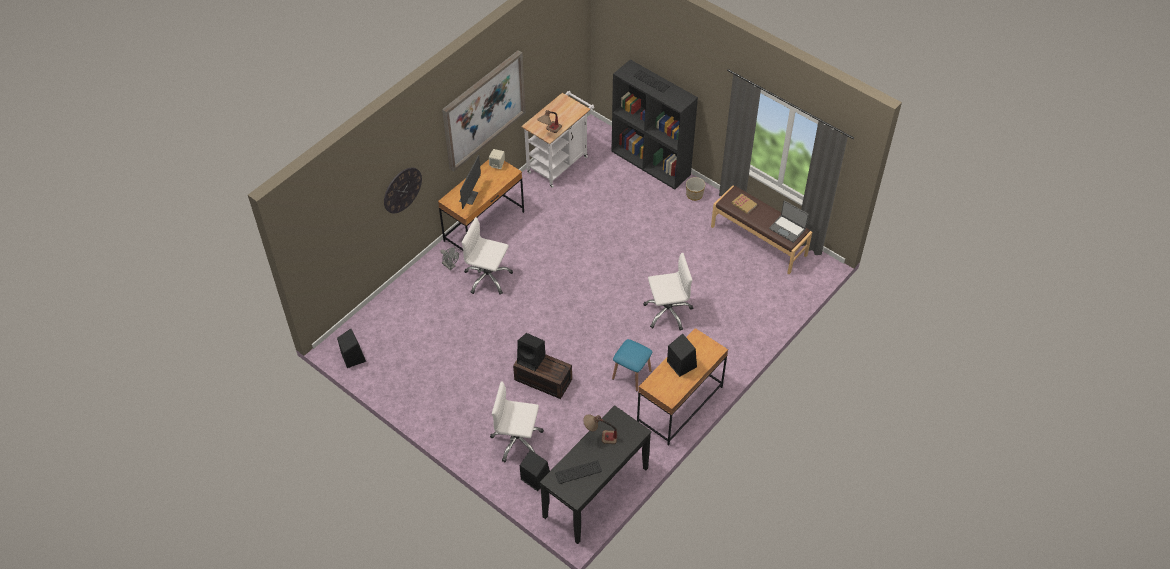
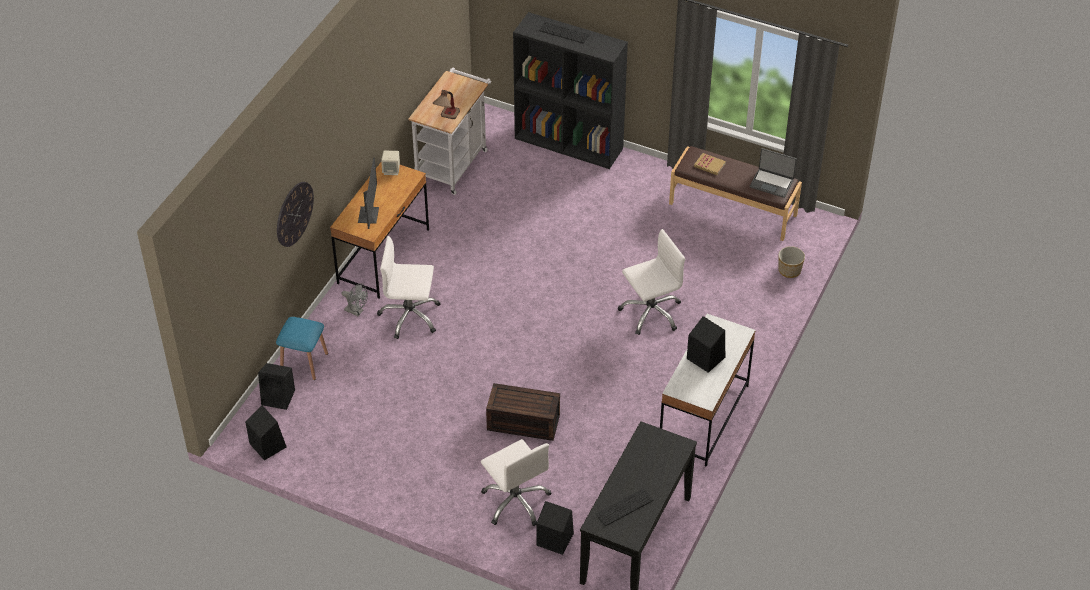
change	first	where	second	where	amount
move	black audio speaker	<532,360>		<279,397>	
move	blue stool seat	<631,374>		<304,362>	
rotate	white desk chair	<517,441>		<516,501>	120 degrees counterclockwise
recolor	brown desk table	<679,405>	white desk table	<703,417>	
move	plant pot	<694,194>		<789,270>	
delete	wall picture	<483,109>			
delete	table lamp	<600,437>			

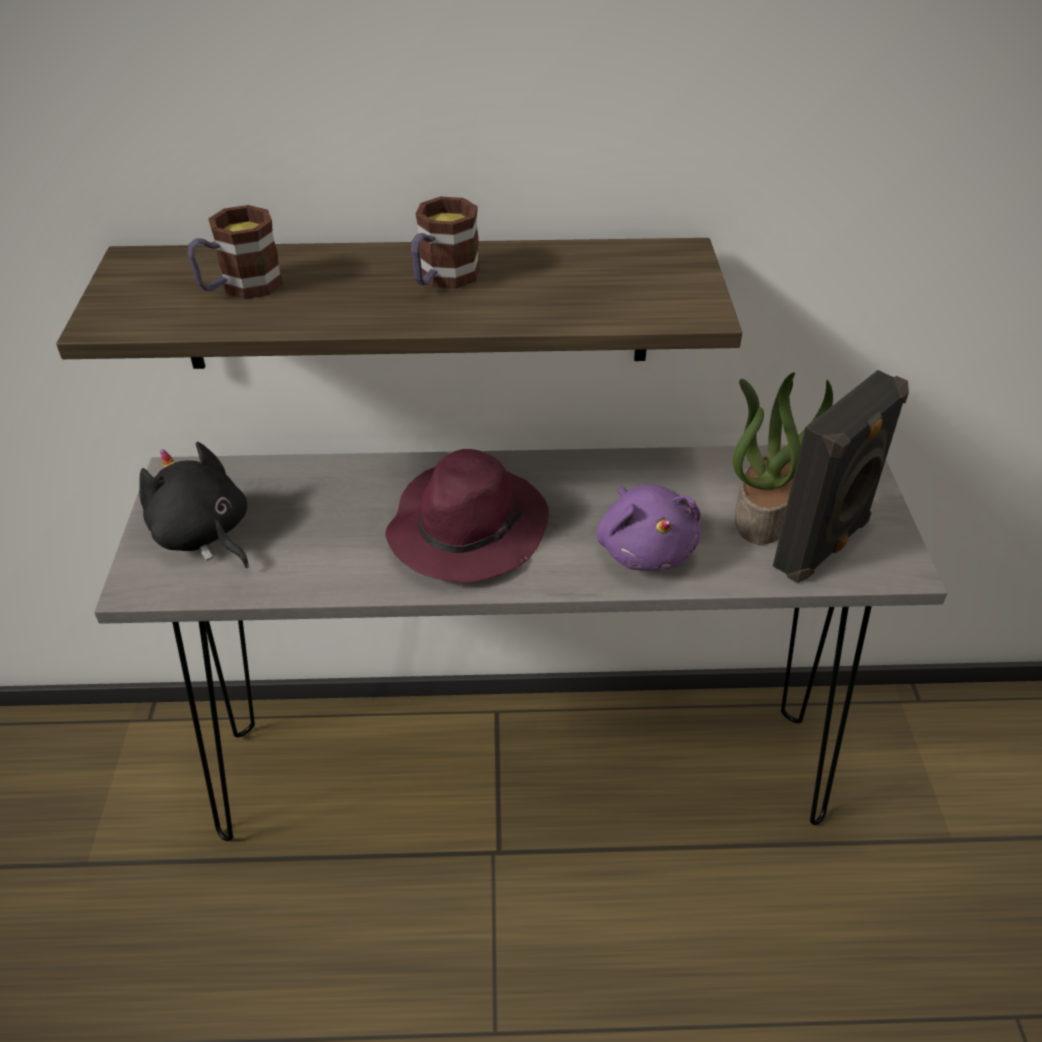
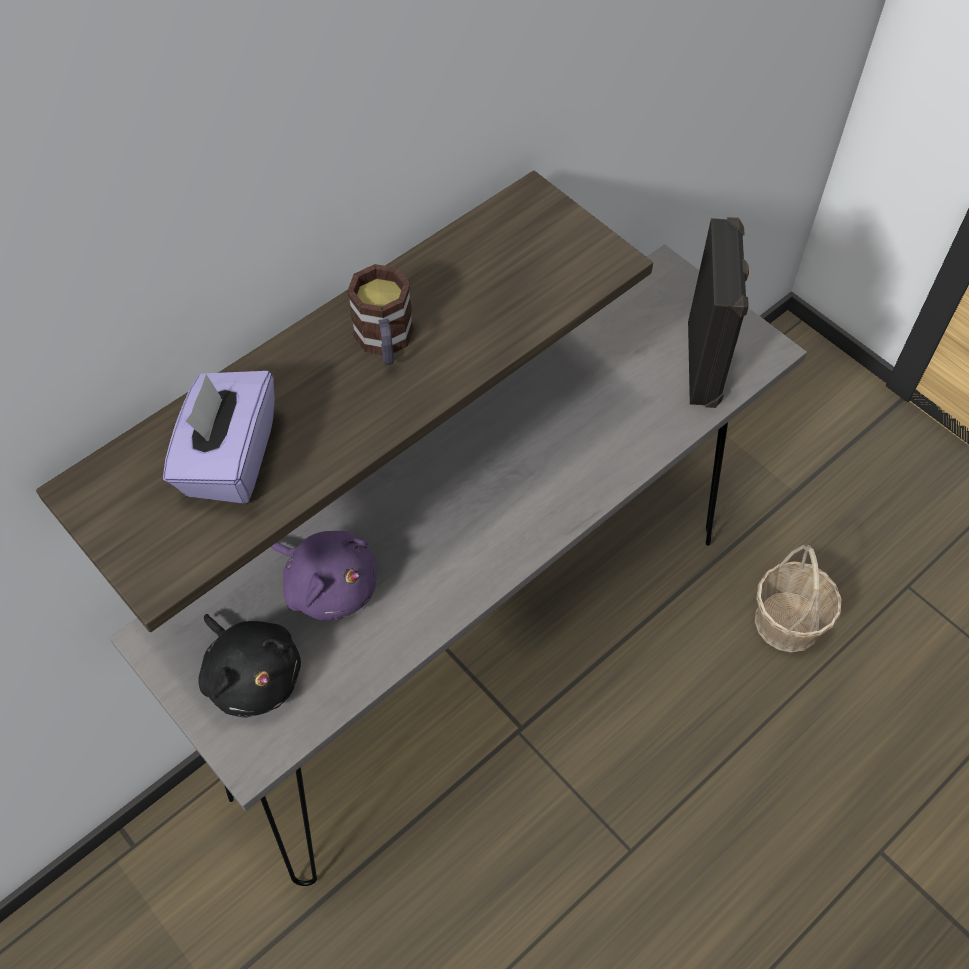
change	first	where	second	where	amount
replace	coffee mug	<240,288>	purple-coloured box of tissues	<229,459>	
rotate	black plush toy	<204,535>		<252,675>	135 degrees counterclockwise
move	purple-coloured plush toy	<645,548>		<328,585>	
insert			basket	<788,621>	
delete	purple-coloured hat	<467,528>			
delete	potted plant	<763,513>			

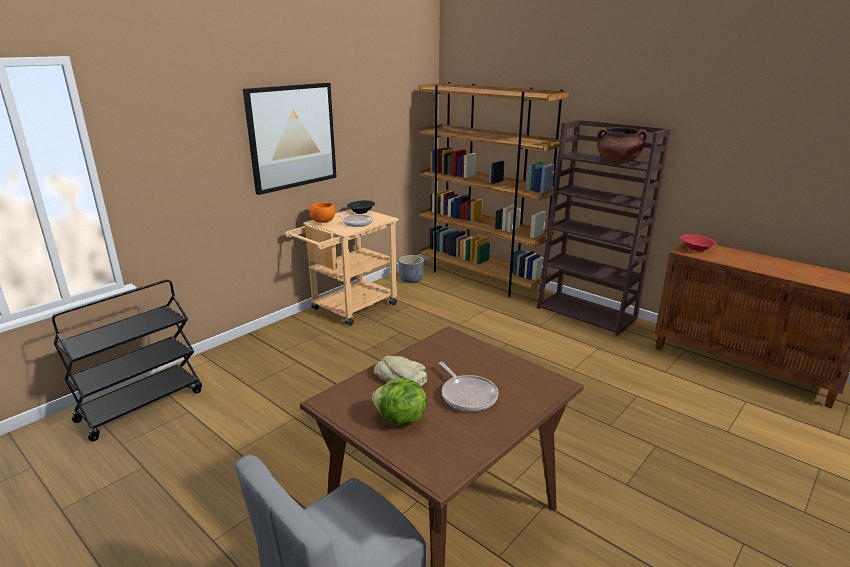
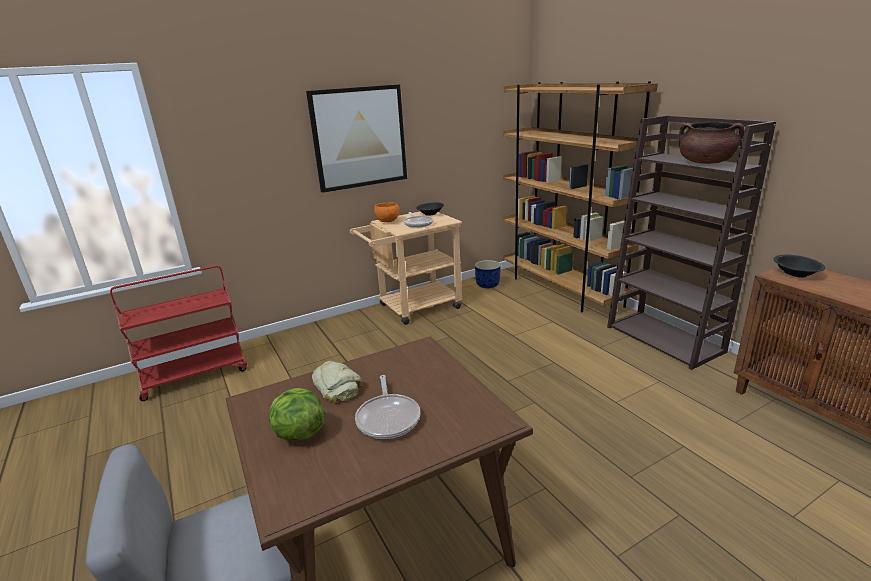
change	first	where	second	where	amount
recolor	black trolley	<141,405>	red trolley	<195,375>	
recolor	greyish plant pot	<411,279>	blue plant pot	<488,285>	
recolor	red serving bowl	<696,249>	black serving bowl	<795,274>	

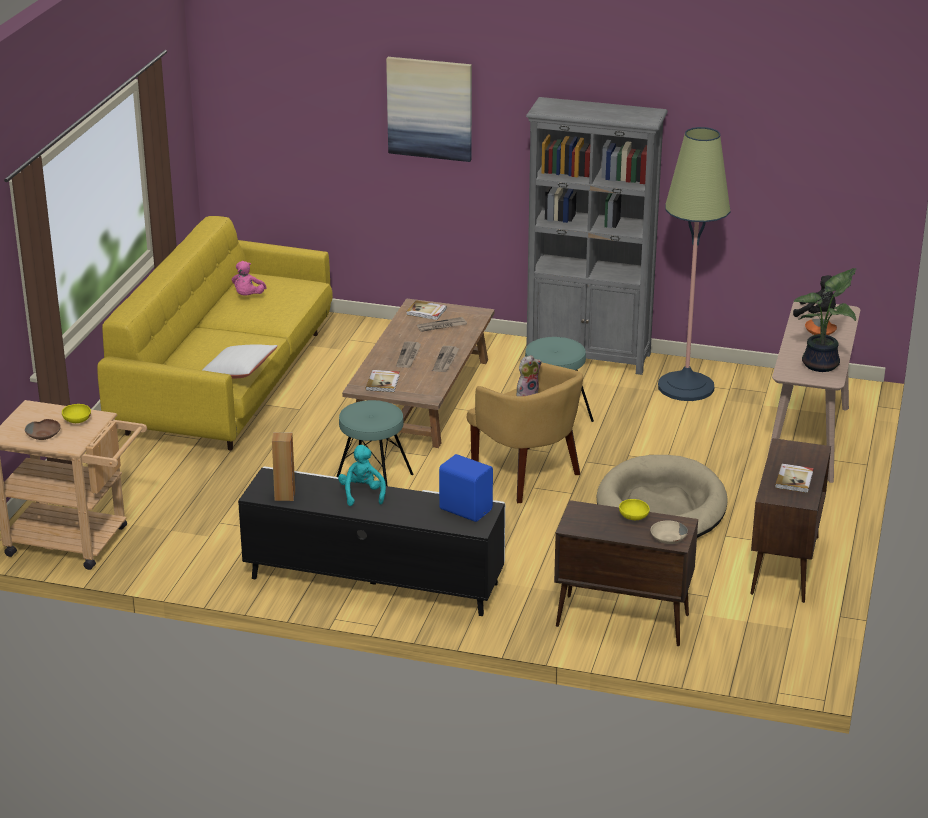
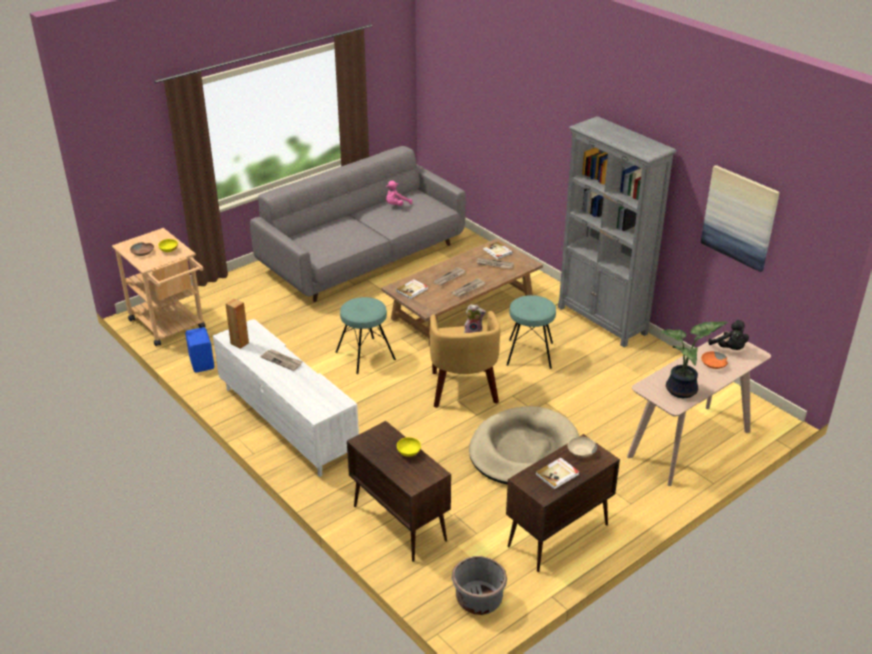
change	first	where	second	where	amount
move	blue audio speaker	<465,509>		<202,362>	
recolor	black tv unit	<374,581>	white tv unit	<288,422>	
recolor	yellow settee	<227,382>	greyish settee	<363,257>	
replace	turquoise plush toy	<362,494>	newspaper	<282,361>	
insert			greyish plant pot	<478,600>	
move	beige serving bowl	<668,538>		<581,451>	
move	wall picture	<430,108>		<740,217>	
delete	white pillow	<237,373>			
delete	standing lamp	<686,387>			

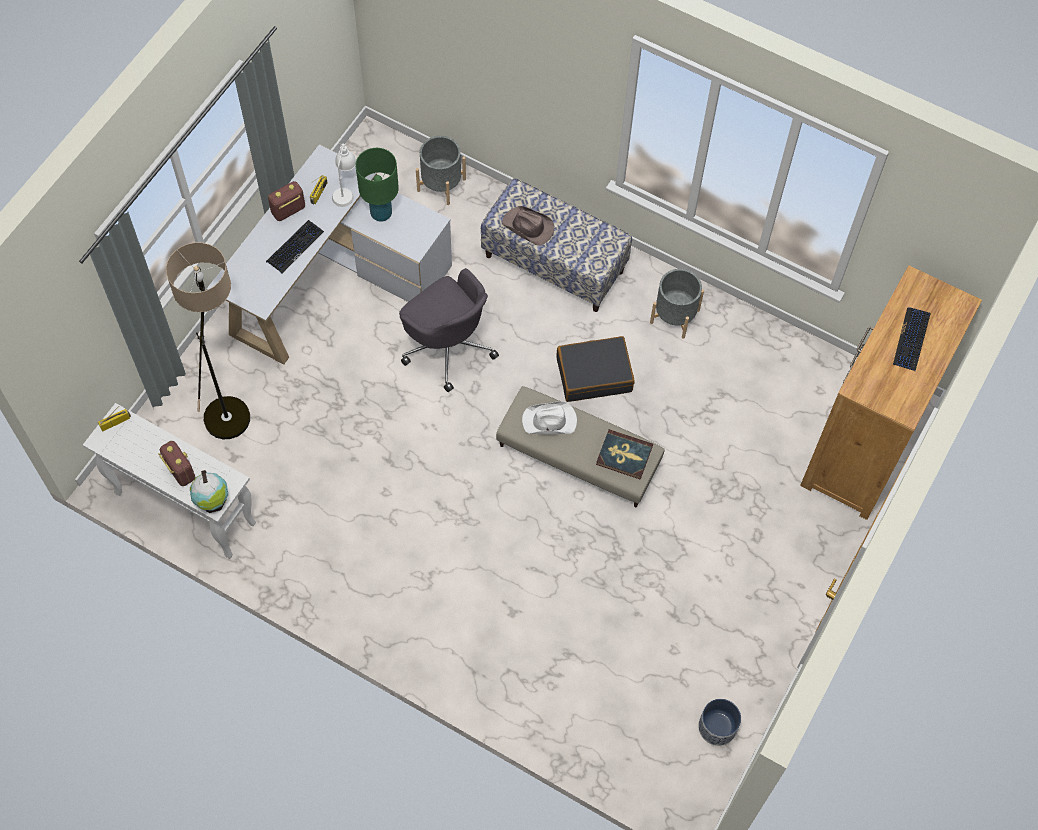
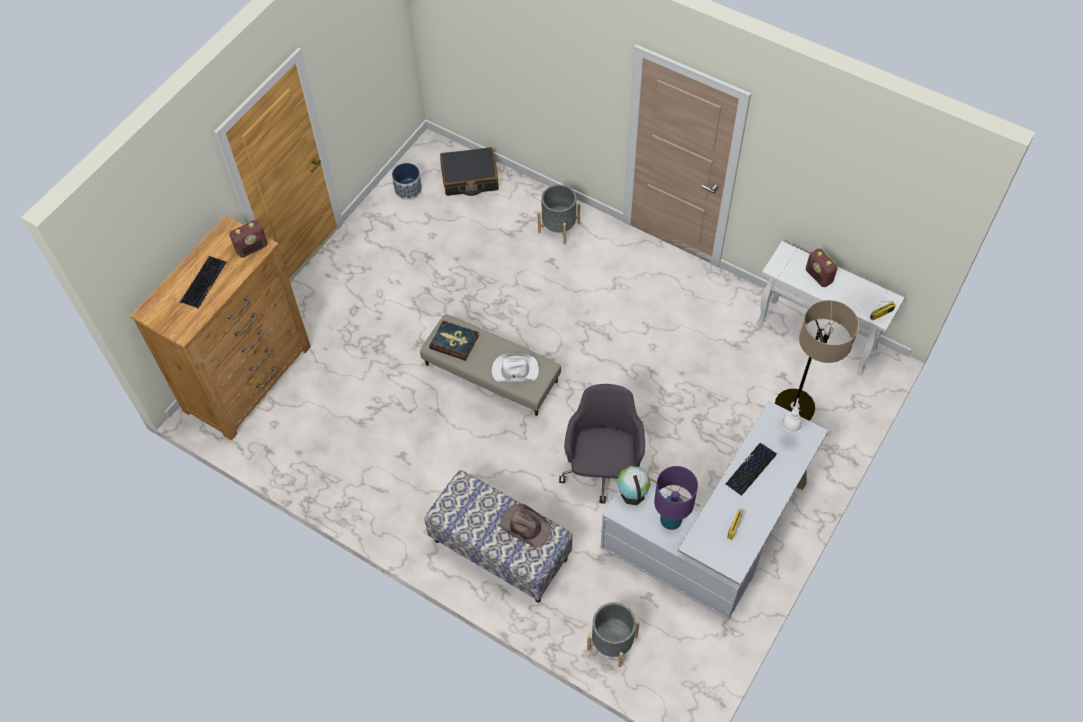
change	first	where	second	where	amount
move	radio receiver	<288,211>		<252,248>	
move	black travel case	<594,374>		<470,178>	
move	greyish plant pot	<674,316>		<559,227>	
rotate	greyish desk chair	<447,346>		<603,469>	45 degrees clockwise
move	globe	<213,502>		<632,493>	
recolor	greenish table lamp	<381,213>	purple-coloured table lamp	<671,520>	
move	white table lamp	<345,189>		<788,431>	

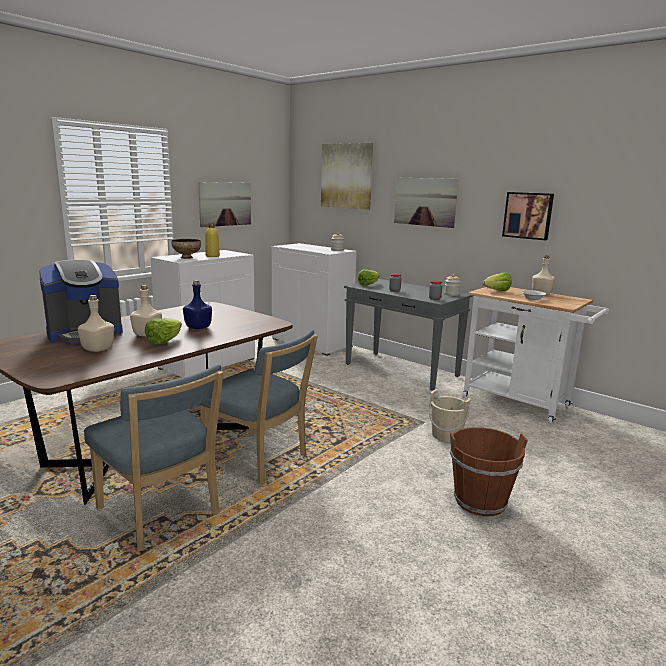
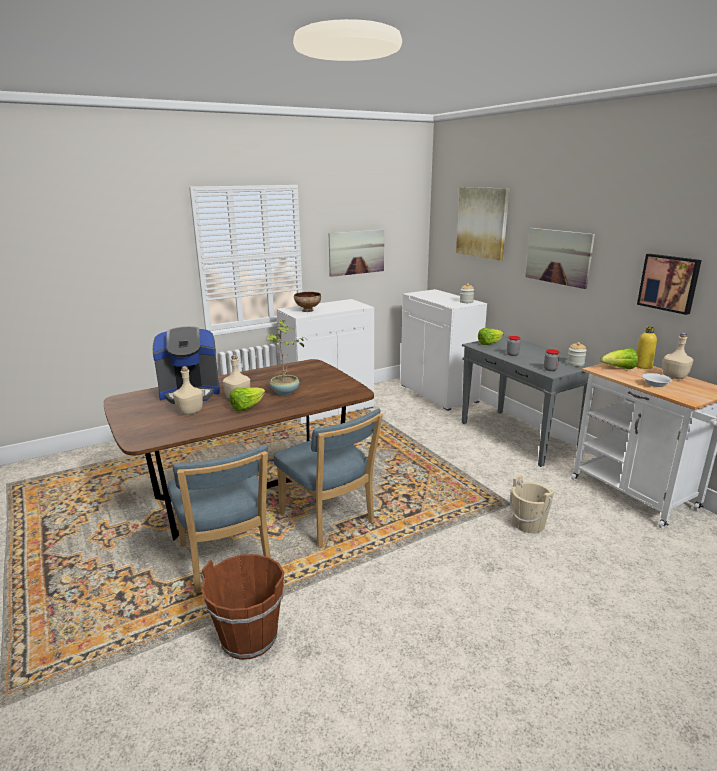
change	first	where	second	where	amount
move	brown pail	<480,501>		<249,637>	
replace	blue beverage bottle	<198,327>	potted plant	<285,392>	
move	yellow beverage bottle	<212,256>		<642,366>	

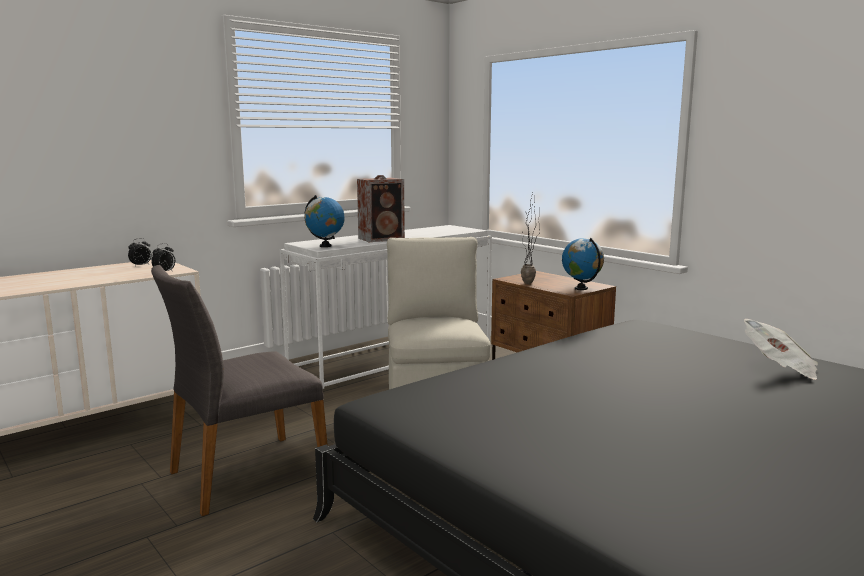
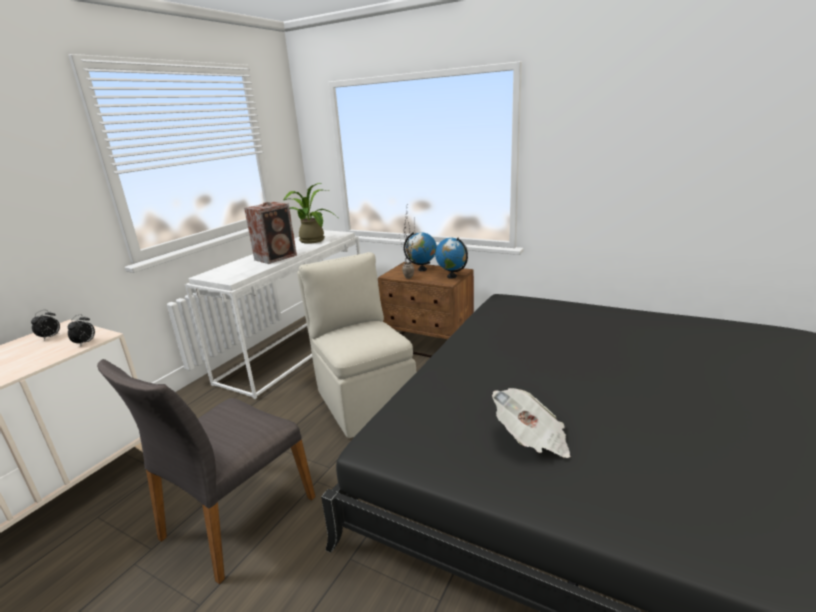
change	first	where	second	where	amount
insert			potted plant	<310,240>	
move	globe	<325,246>		<422,269>	
move	newspaper	<780,368>		<531,439>	

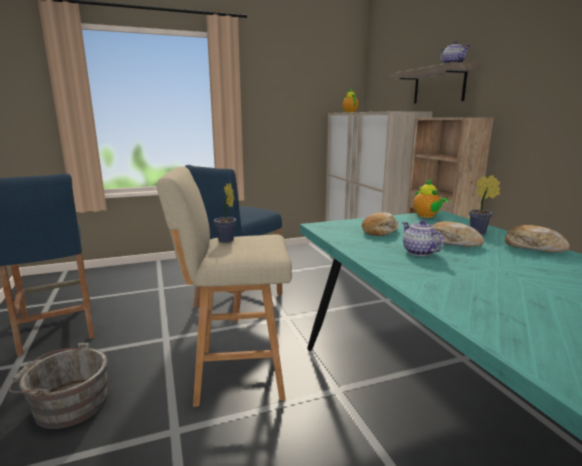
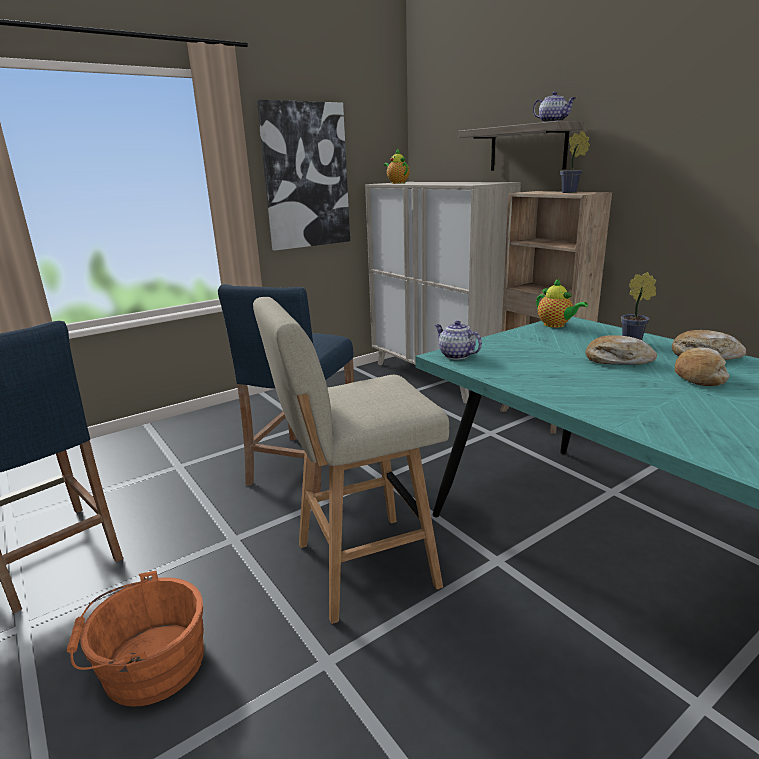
change	first	where	second	where	amount
recolor	greyish pail	<67,404>	orange-coloured pail	<148,665>	
insert			wall picture	<305,176>	
move	tea pot	<418,252>		<455,355>	
move	potted plant	<226,241>		<571,192>	
move	baked bread	<380,231>		<699,376>	

